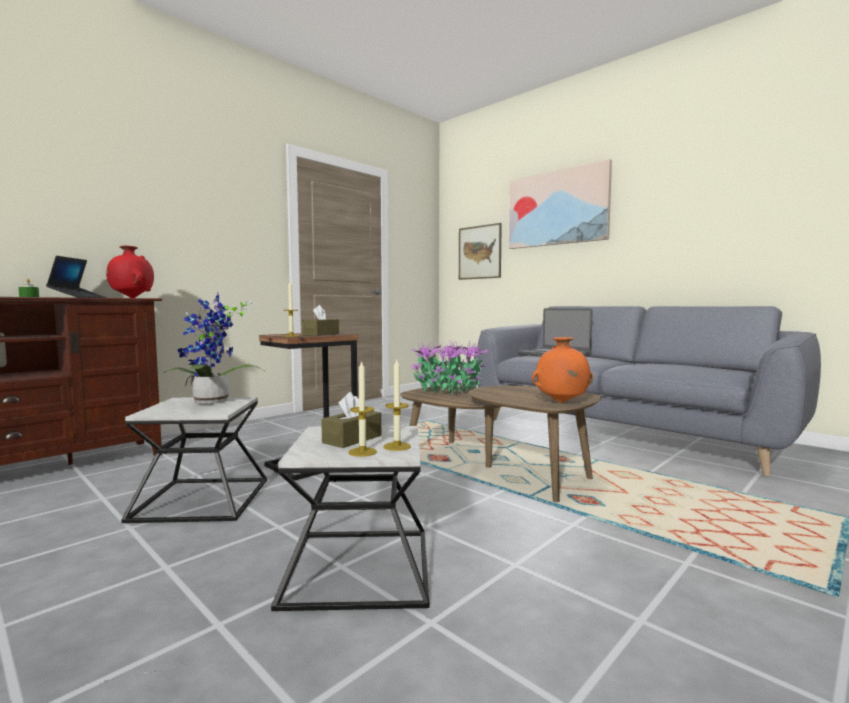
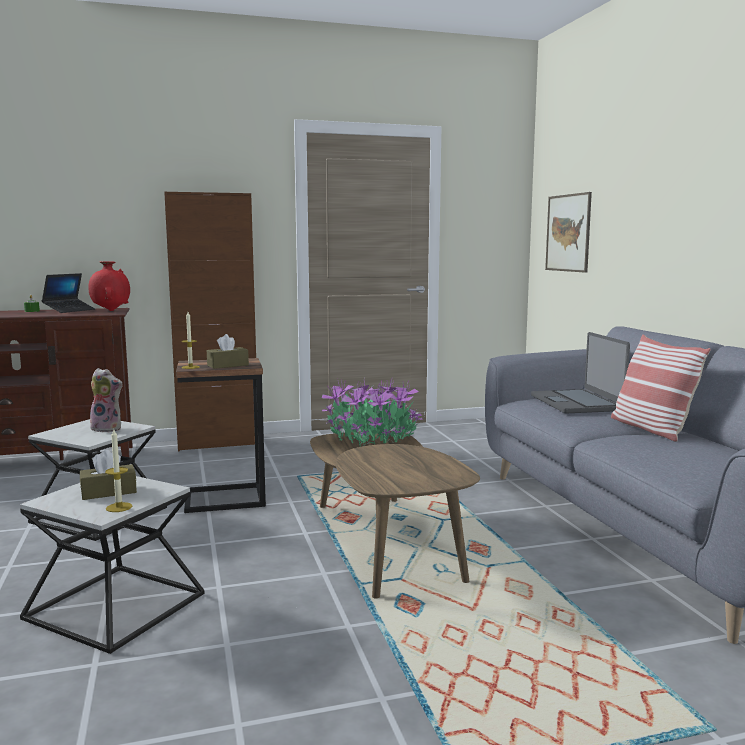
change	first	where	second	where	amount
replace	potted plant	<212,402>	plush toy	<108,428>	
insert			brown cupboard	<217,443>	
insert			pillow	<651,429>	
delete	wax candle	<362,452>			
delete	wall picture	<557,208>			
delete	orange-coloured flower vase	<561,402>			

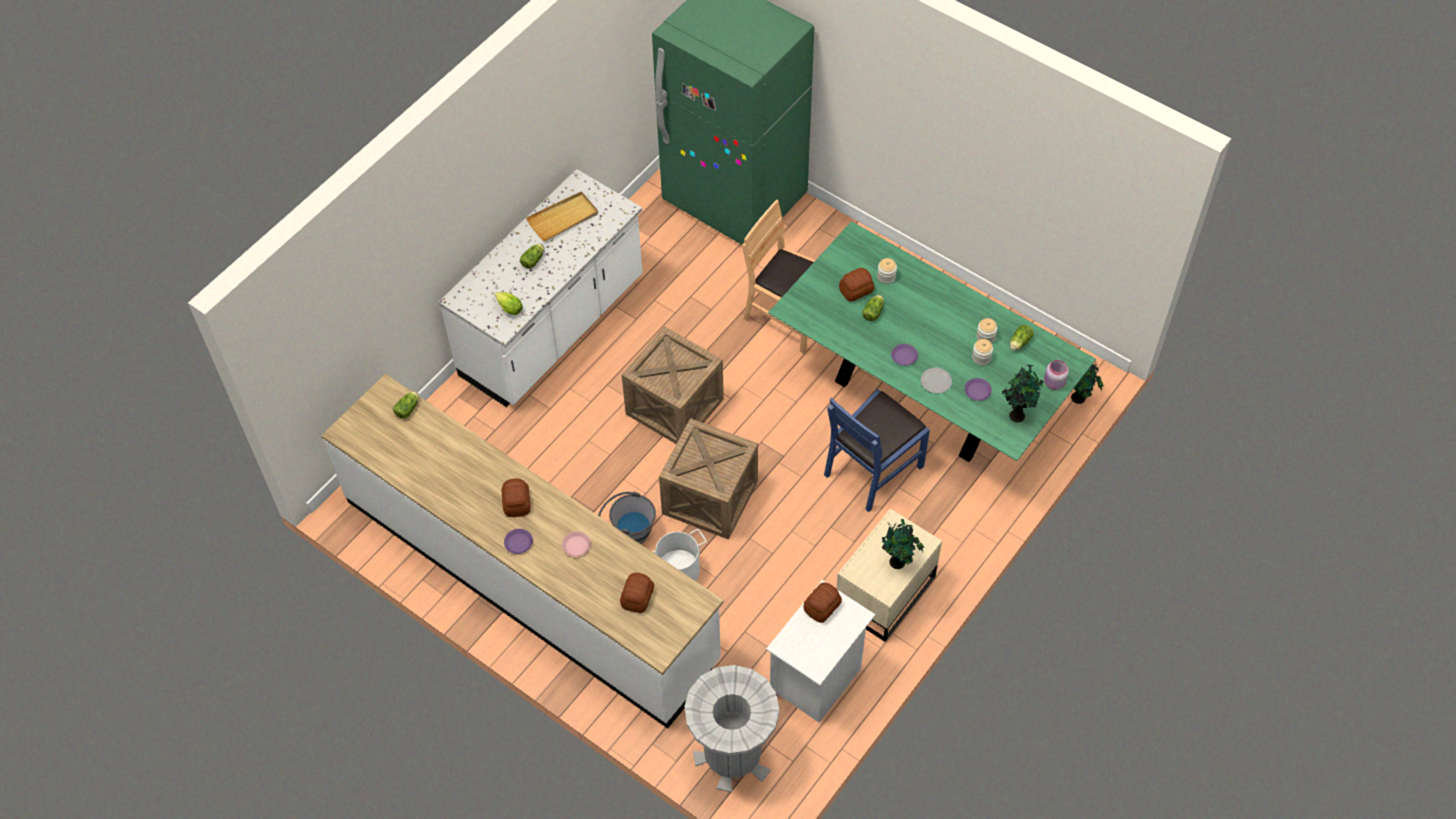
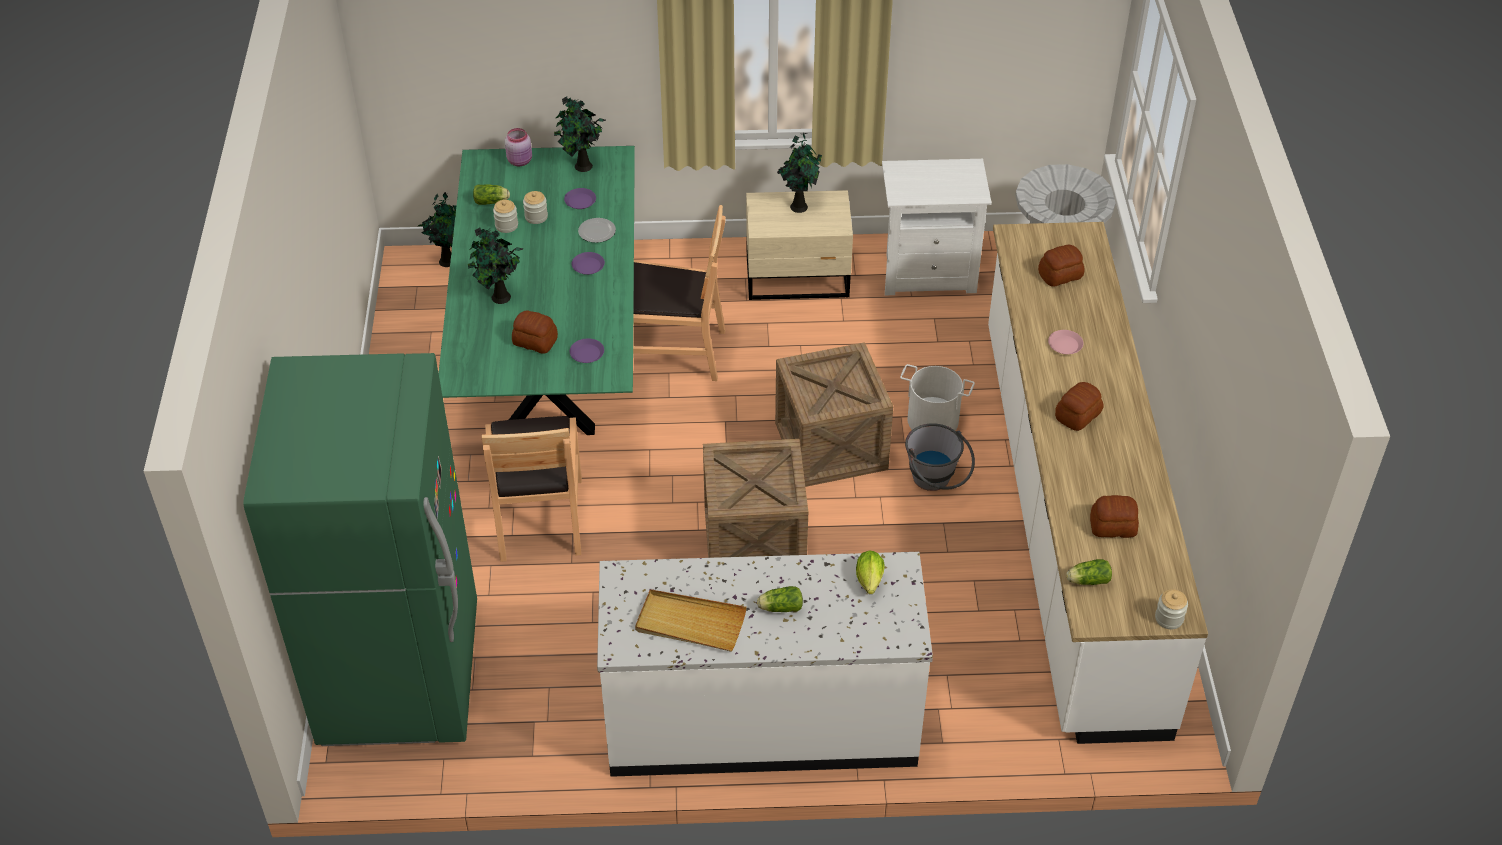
change	first	where	second	where	amount
insert			potted plant	<499,298>	
move	purple-coloured plate	<518,543>		<587,353>	
recolor	blue chair	<872,469>	brown chair	<674,352>	
move	baked bread	<823,606>		<1112,526>	
move	storage jar	<886,277>		<1169,618>	
delete	head of lettuce	<873,311>			

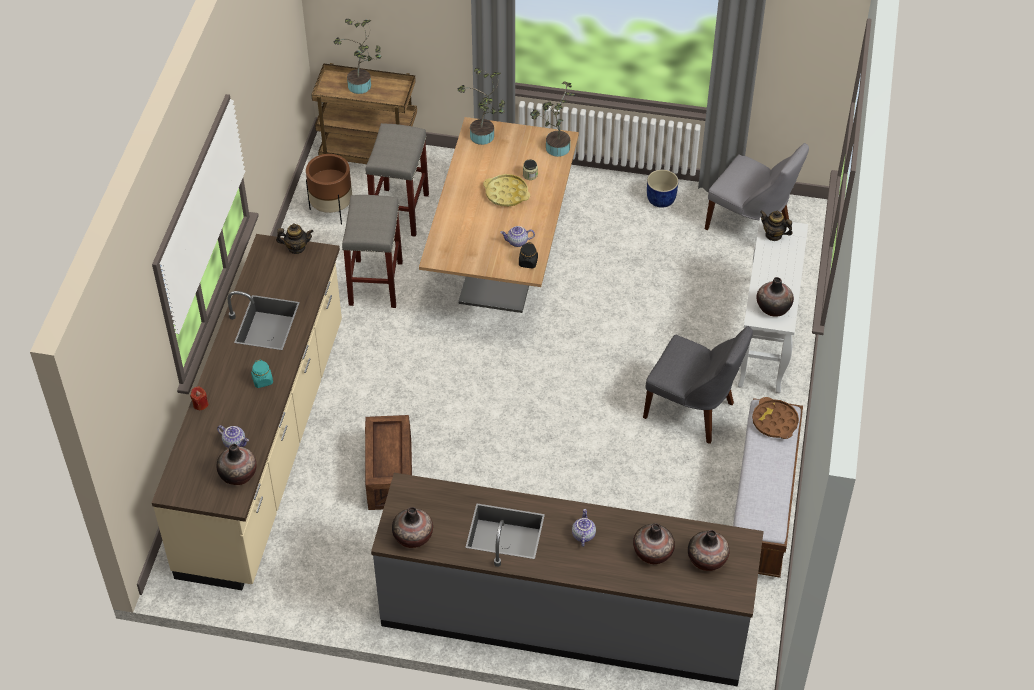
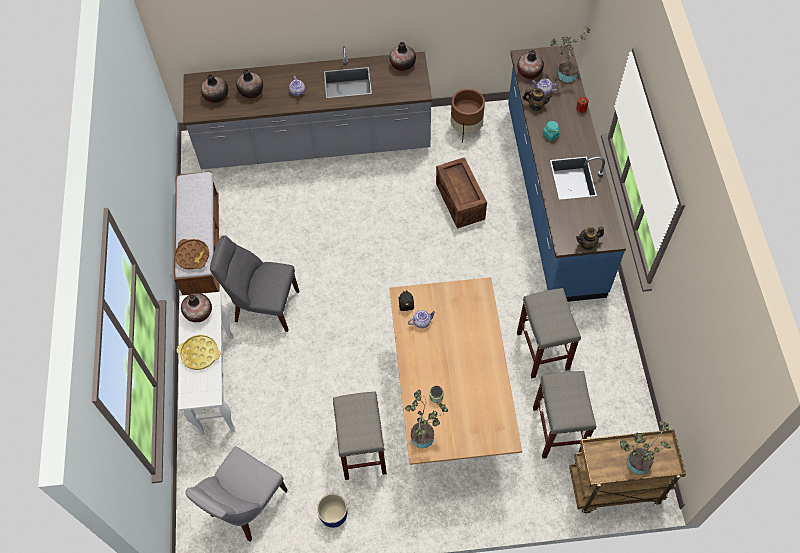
change	first	where	second	where	amount
move	yellow tray	<506,193>		<199,354>	
rotate	greyish chair	<751,227>		<246,505>	75 degrees counterclockwise
insert			greyish stool seat	<362,450>	
move	brown plant pot	<332,210>		<466,129>	
recolor	beige counter	<265,447>	blue counter	<552,198>	
move	tea pot	<773,235>		<535,105>	
move	potted plant	<484,137>		<564,74>	

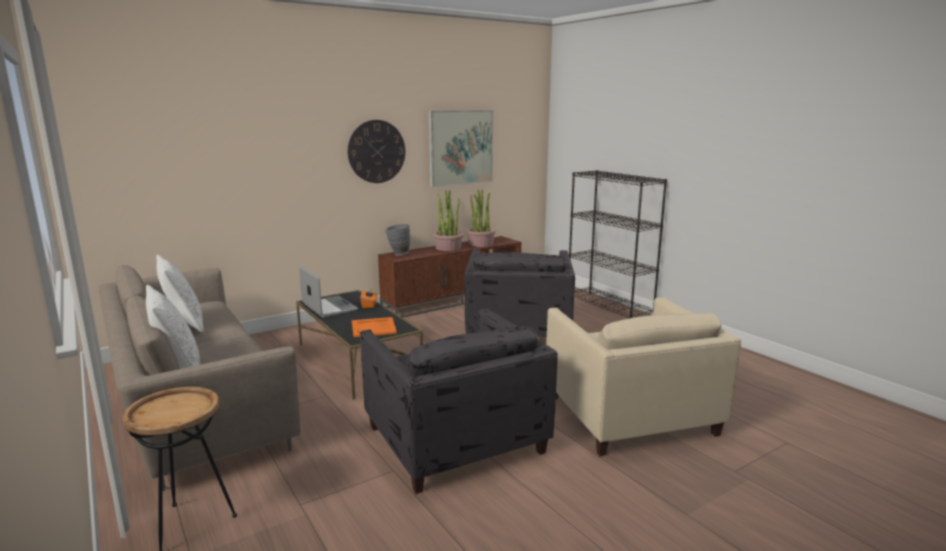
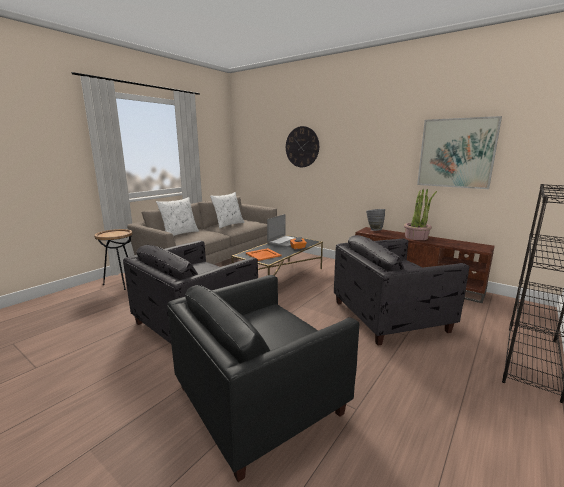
change	first	where	second	where	amount
recolor	beige lounge chair	<630,415>	black lounge chair	<259,400>	
move	hanging clock	<376,151>		<302,147>	
delete	potted plant	<480,244>			

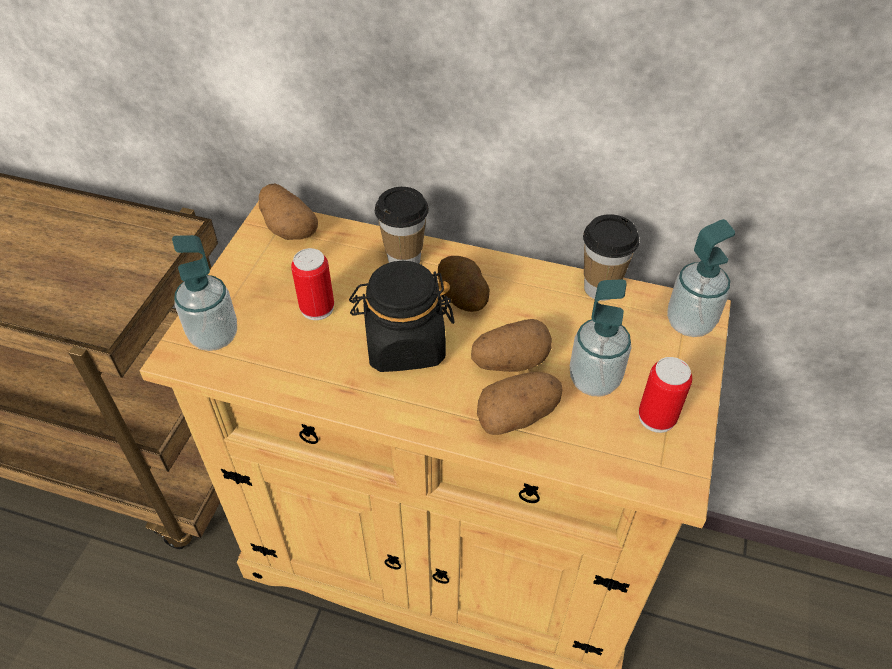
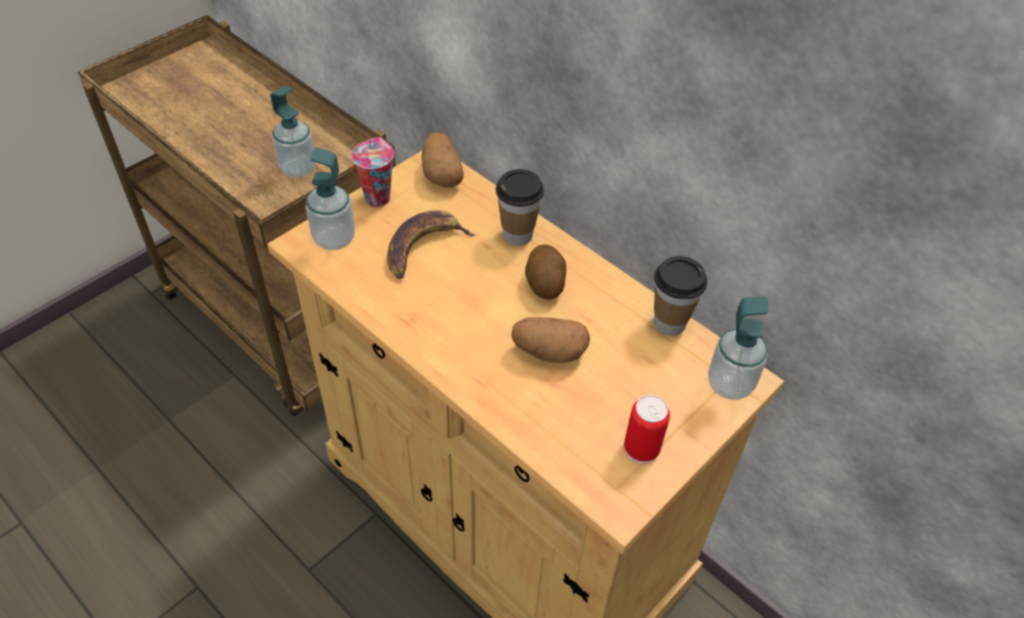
change	first	where	second	where	amount
move	soap bottle	<594,380>		<298,168>	
insert			cup	<377,197>	
replace	metal can	<317,308>	banana fruit	<423,247>	
delete	black storage jar	<404,345>			
delete	potato	<517,416>			

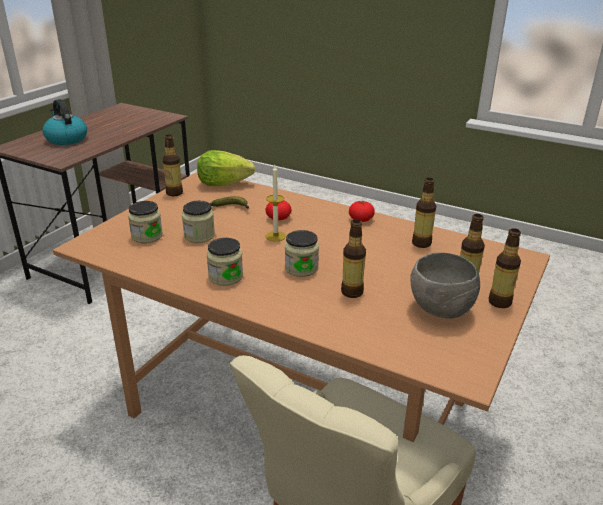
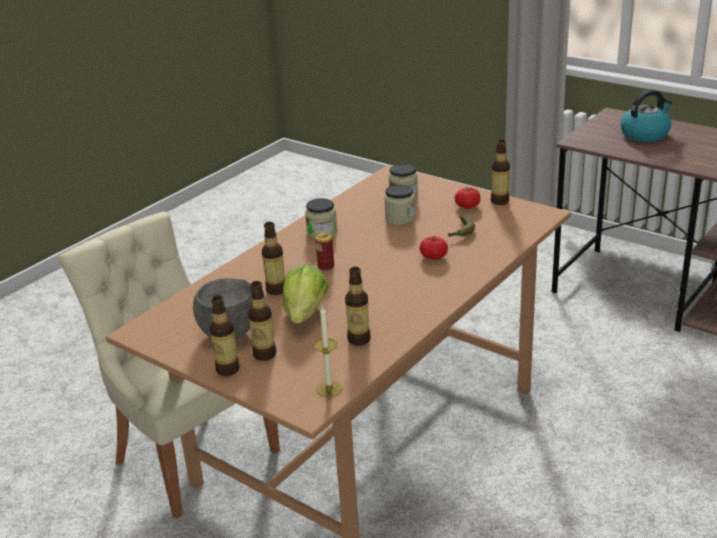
change	first	where	second	where	amount
move	head of lettuce	<223,184>		<305,313>	
move	wax candle	<275,236>		<329,389>	
replace	storage jar	<301,268>	metal can	<326,267>	
move	whole tomato	<361,219>		<467,206>	

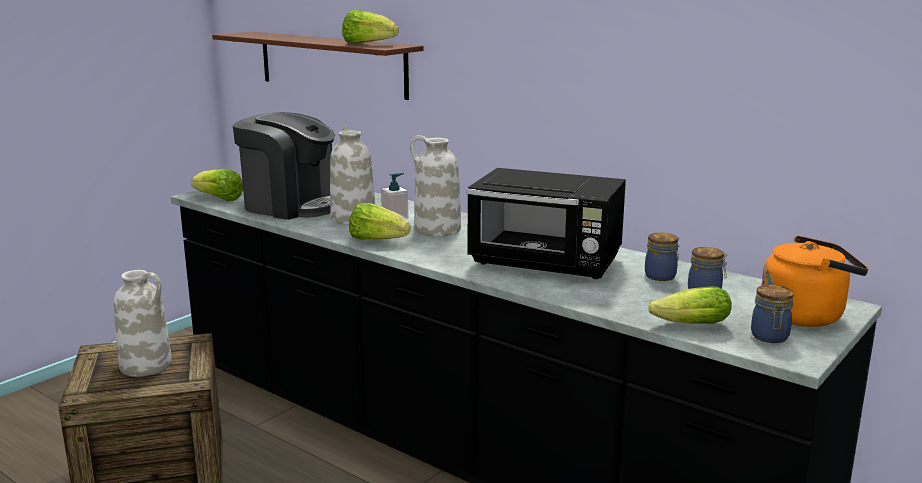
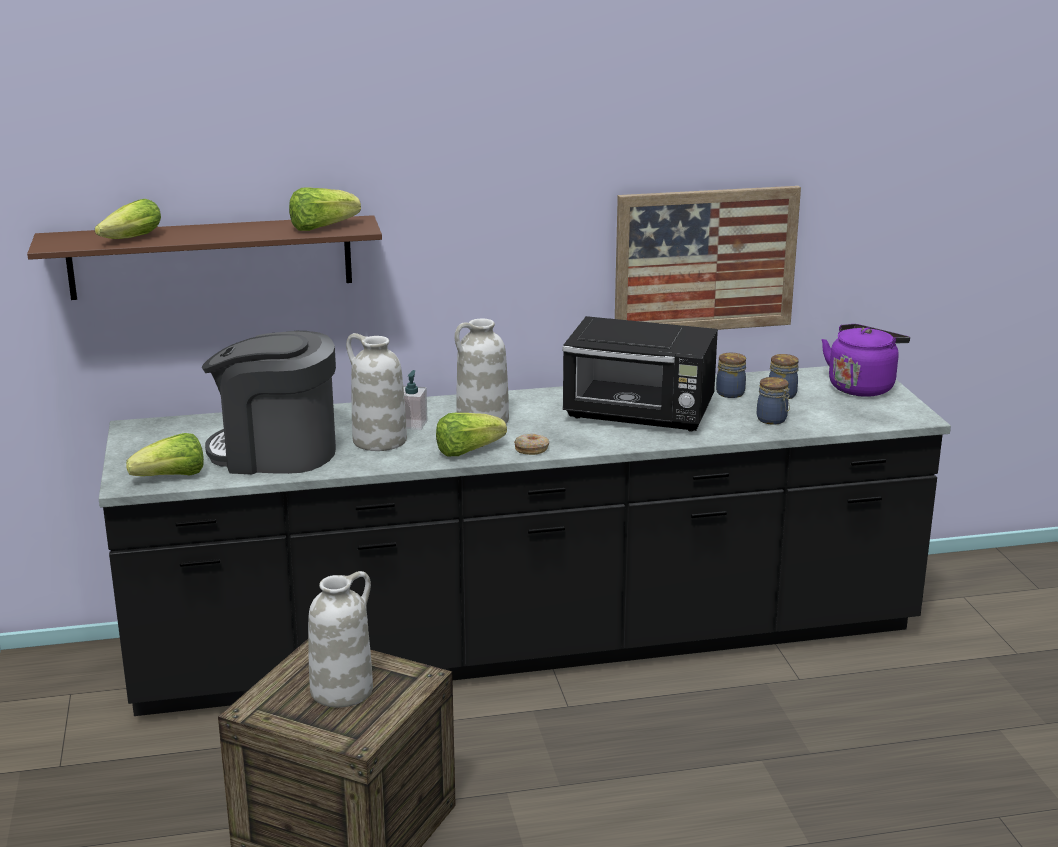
change	first	where	second	where	amount
move	head of lettuce	<687,325>		<128,240>	
rotate	coffee machine	<291,206>		<276,452>	150 degrees counterclockwise
insert			donut	<531,449>	
rotate	black microwave oven	<546,263>		<640,414>	45 degrees clockwise
insert			wall picture	<705,260>	
move	storage jar	<770,337>		<772,420>	
recolor	orange-coloured tea kettle	<806,315>	purple-coloured tea kettle	<862,386>	

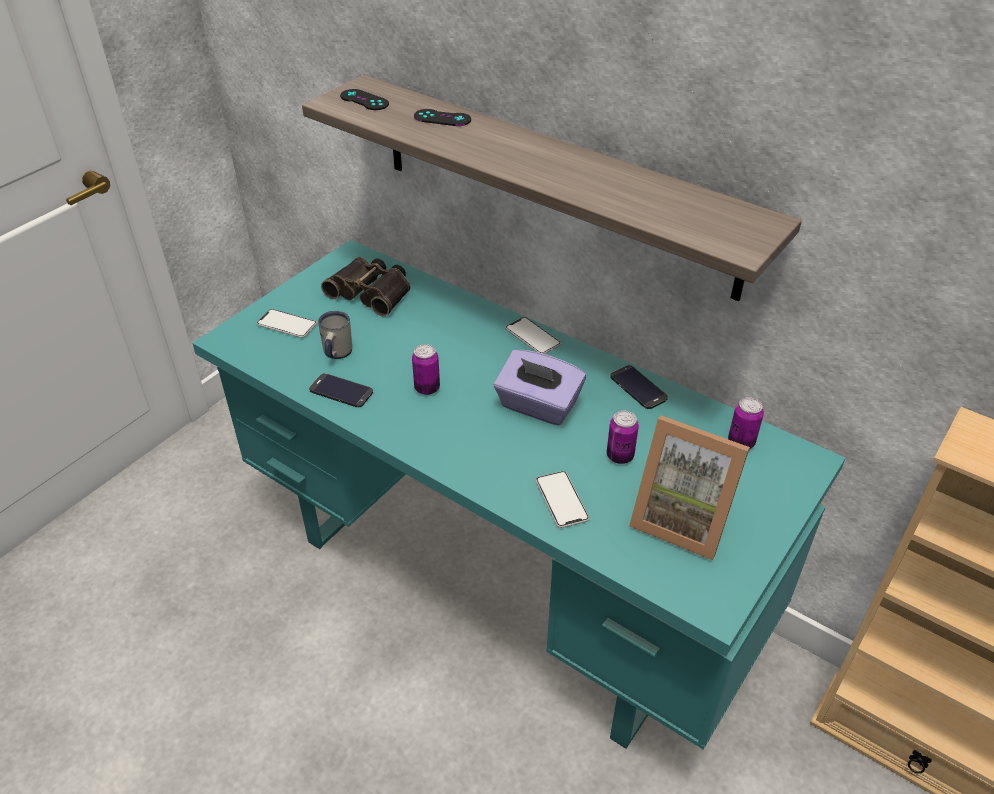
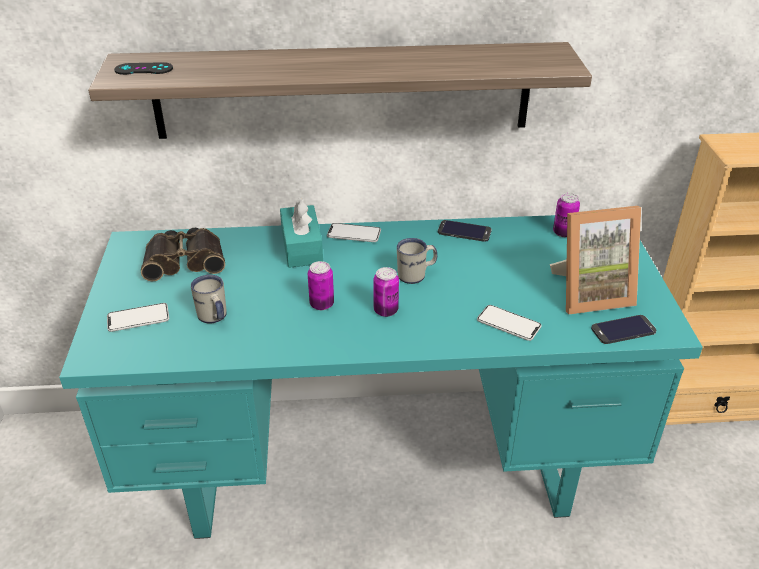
change	first	where	second	where	amount
insert			turquoise box of tissues	<302,247>	
move	metal can	<620,456>		<386,310>	
replace	purple-coloured box of tissues	<538,406>	white coffee mug	<416,275>	
move	phone	<341,391>		<623,330>	
delete	black gamepad	<442,118>			

